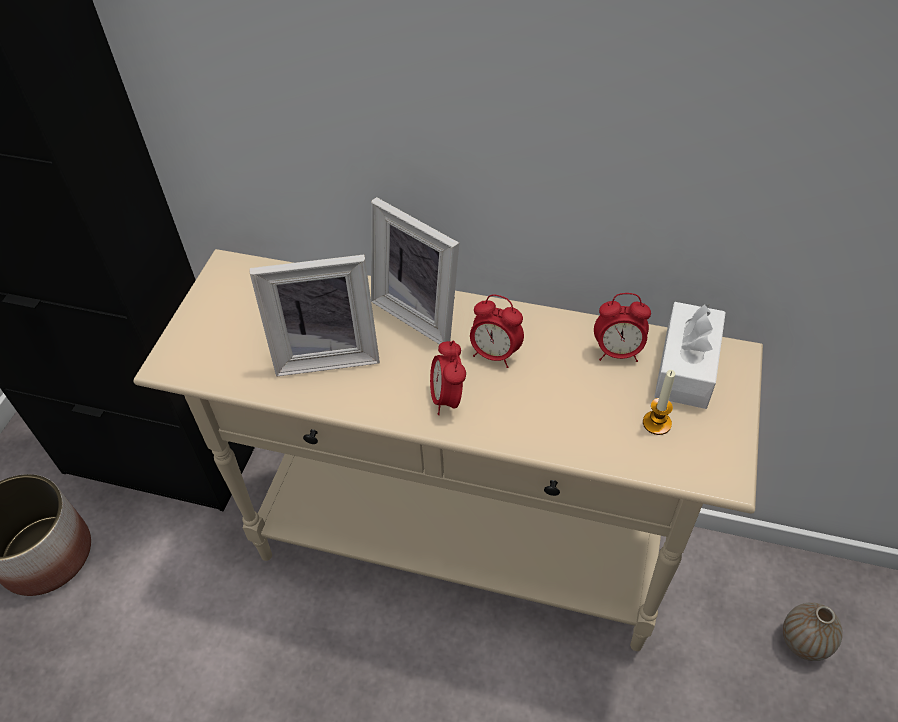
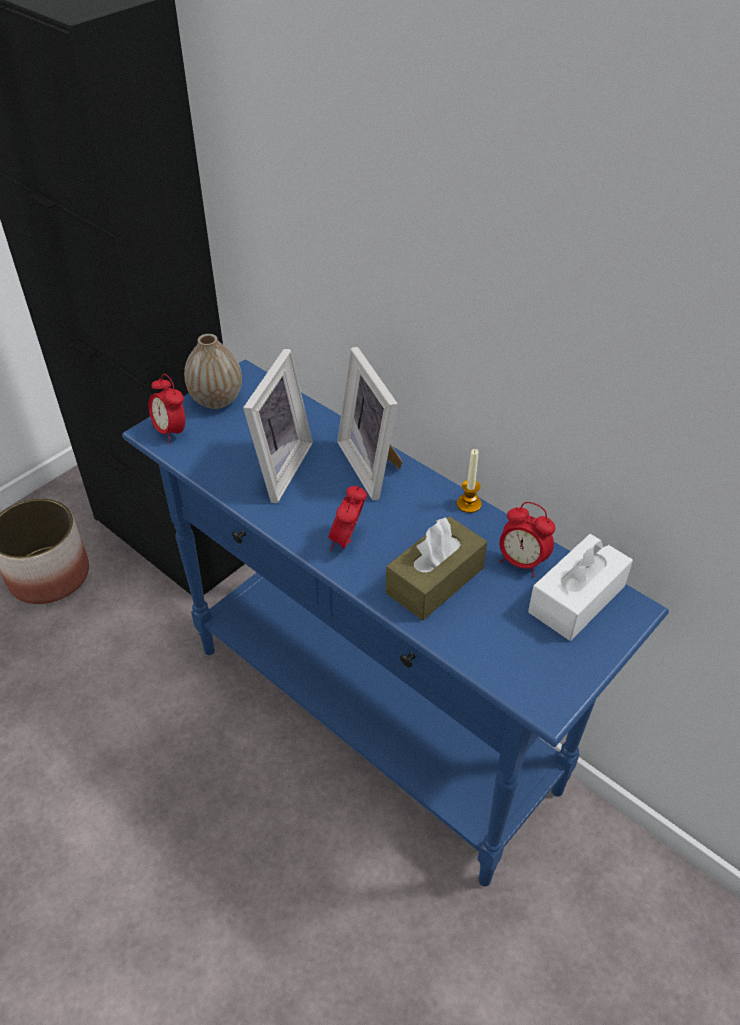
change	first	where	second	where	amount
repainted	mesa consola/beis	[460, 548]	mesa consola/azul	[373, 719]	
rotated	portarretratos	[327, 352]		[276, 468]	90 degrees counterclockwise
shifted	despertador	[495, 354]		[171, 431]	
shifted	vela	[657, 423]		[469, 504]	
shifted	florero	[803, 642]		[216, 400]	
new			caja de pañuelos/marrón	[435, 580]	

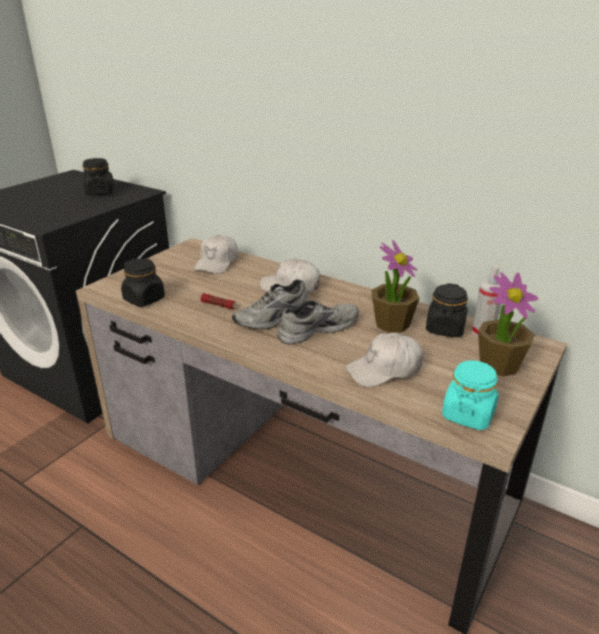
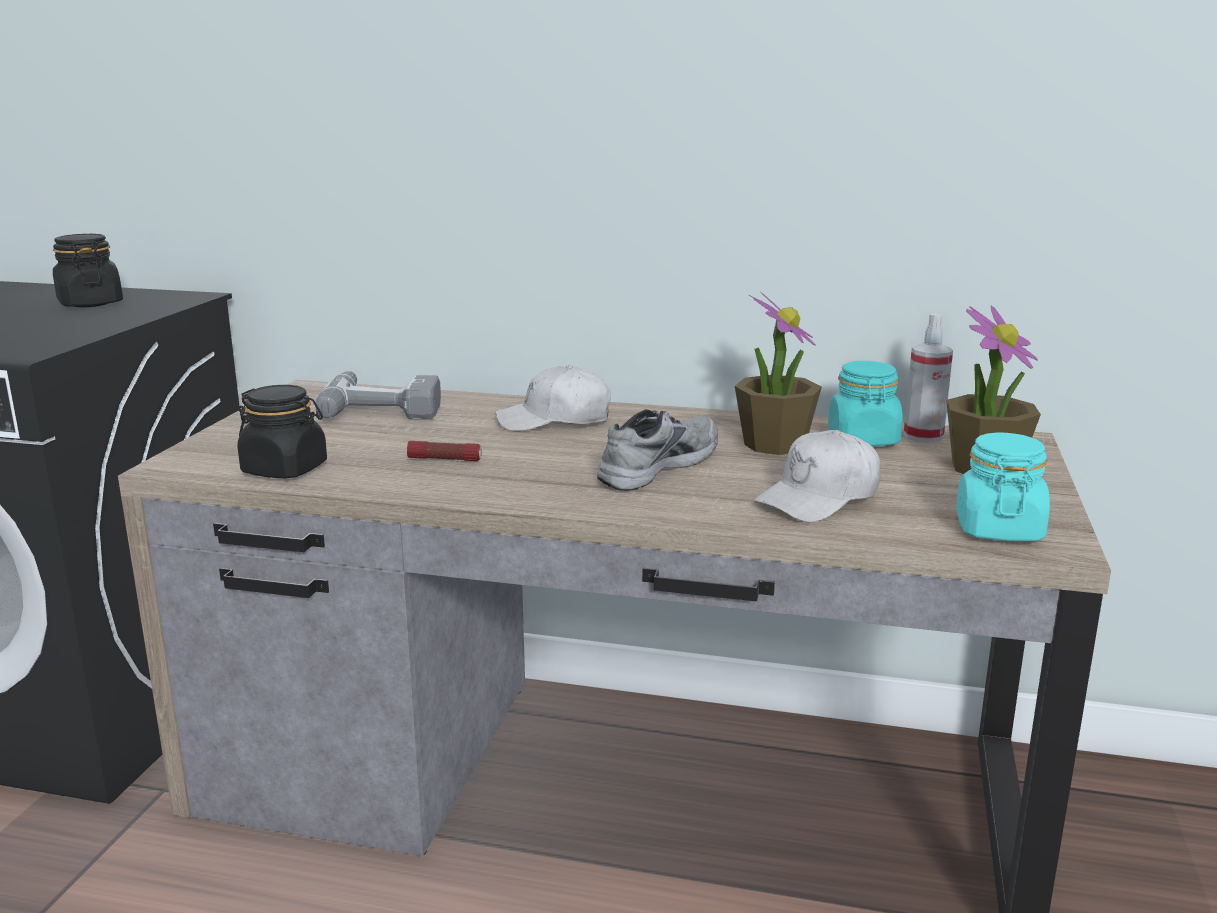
change	first	where	second	where	amount
swapped	gorra/blanco	[217, 263]	taladro	[383, 406]	
gone	zapato/gris	[273, 319]			
repainted	tarro/negro	[445, 329]	tarro/turquesa	[863, 439]	

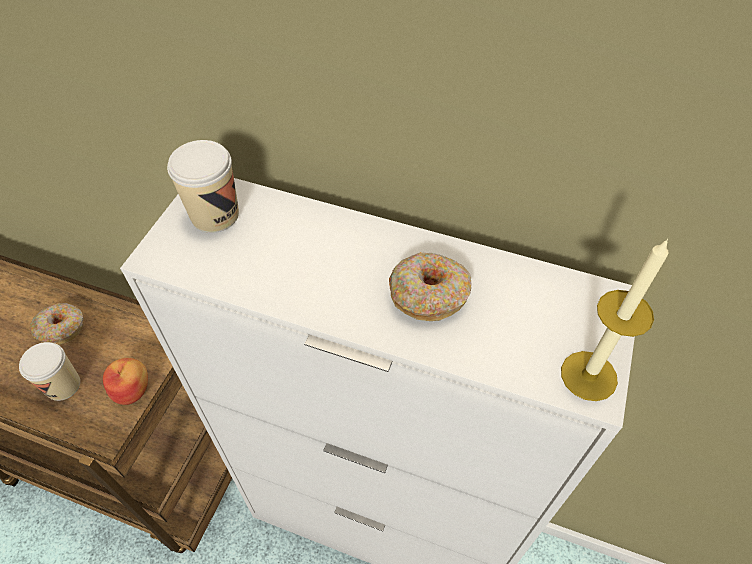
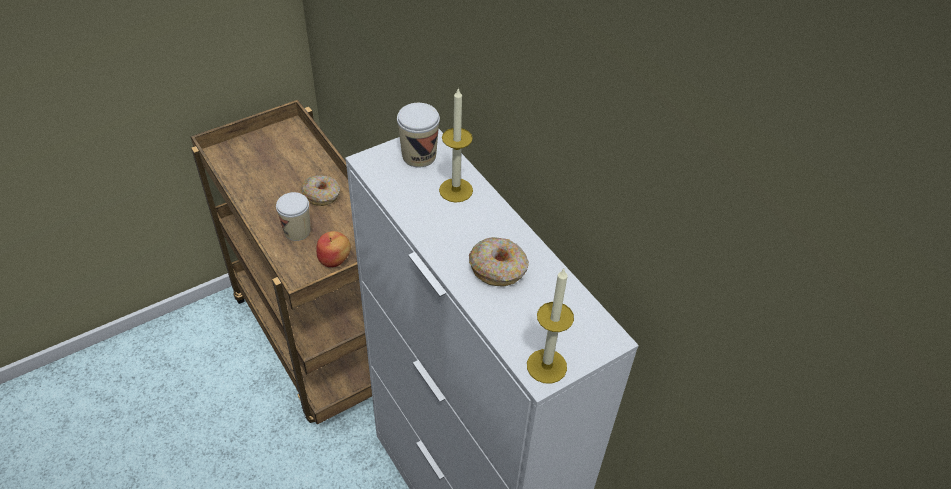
change	first	where	second	where	amount
new			vela	[456, 190]	

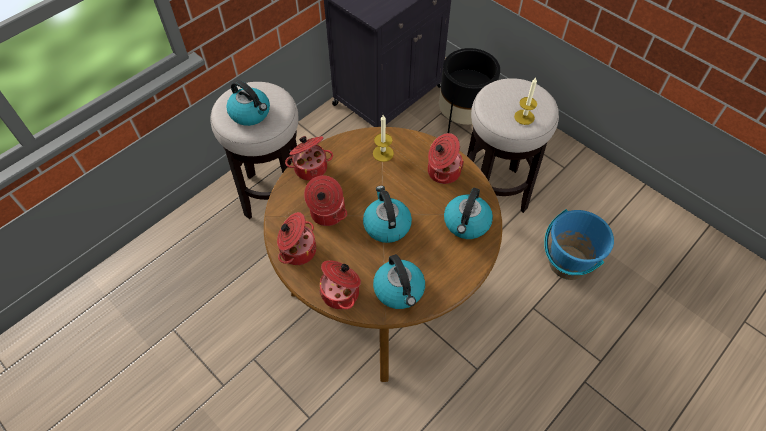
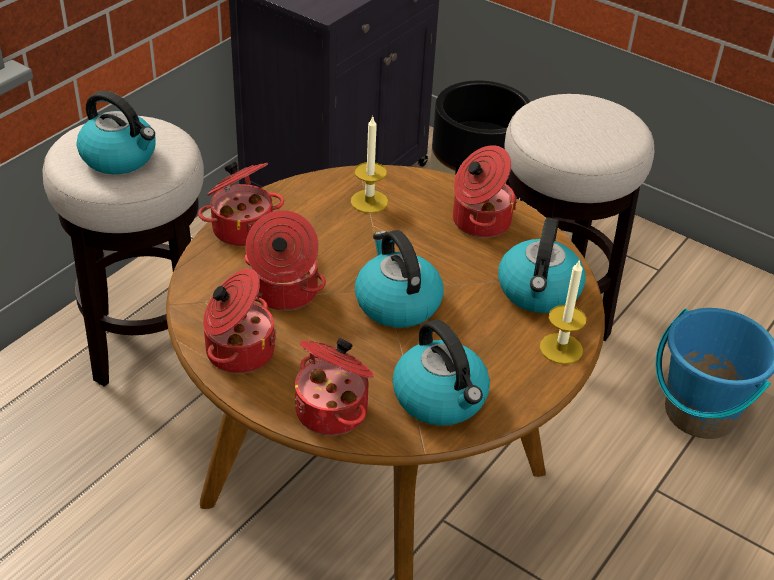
change	first	where	second	where	amount
shifted	vela	[524, 117]		[561, 348]	

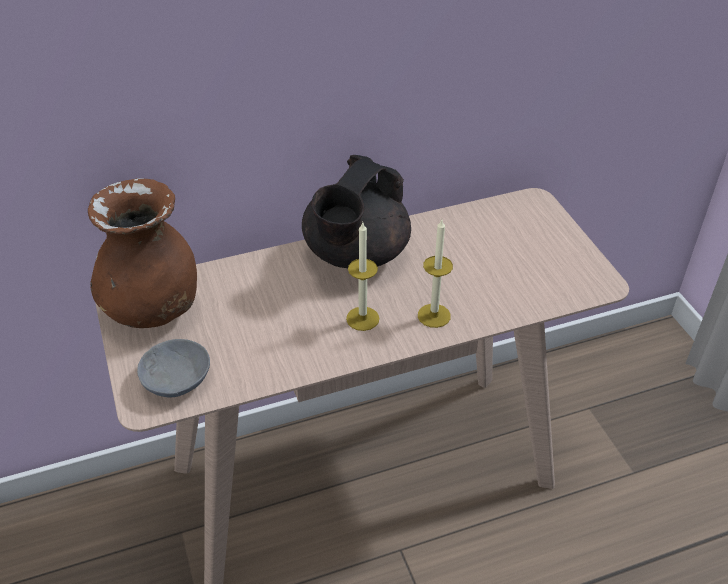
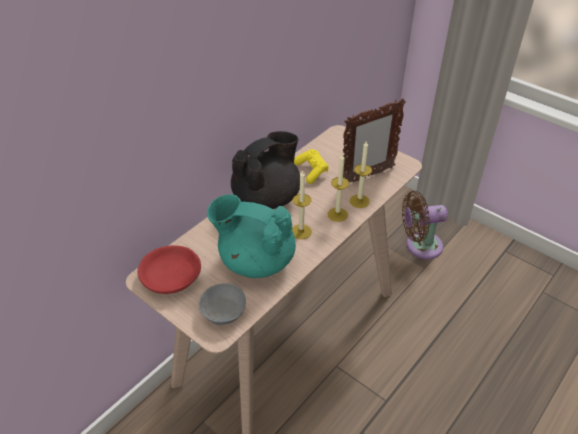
change	first	where	second	where	amount
swapped	florero/marrón	[153, 309]	cuenco/rojo	[172, 277]	
rotated	tetera/negro	[355, 255]		[267, 198]	135 degrees counterclockwise
new			tetera/turquesa	[255, 260]	
new			mando de consola/amarillo	[311, 171]	
new			portarretratos	[367, 176]	
new			vela	[359, 201]	
new			ventilador/marrón	[420, 246]	

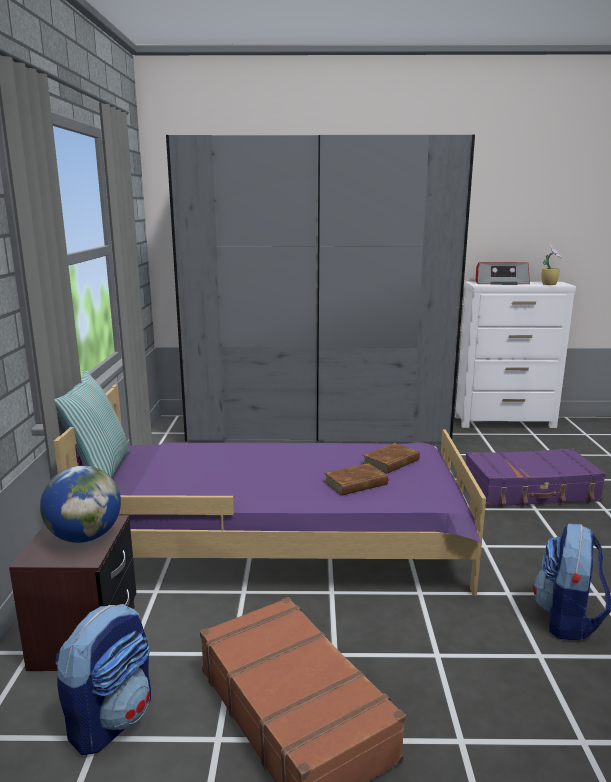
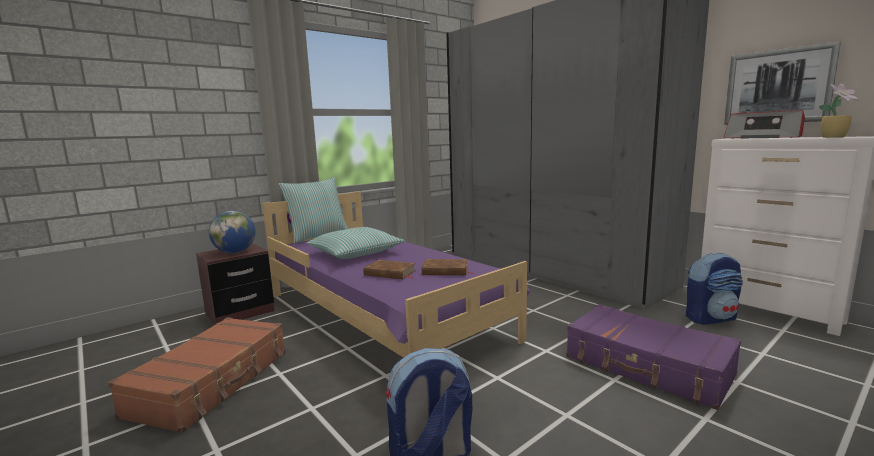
change	first	where	second	where	amount
shifted	mochila	[112, 719]		[710, 318]	
new			cojín	[355, 253]	
new			cuadro	[777, 86]	

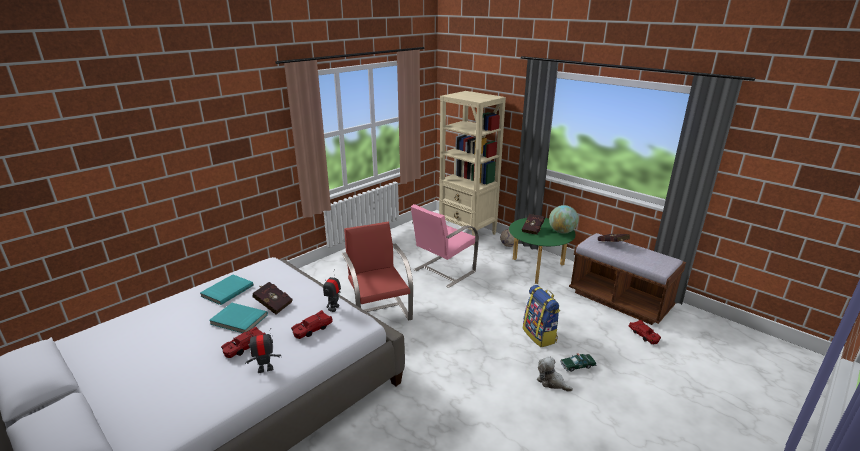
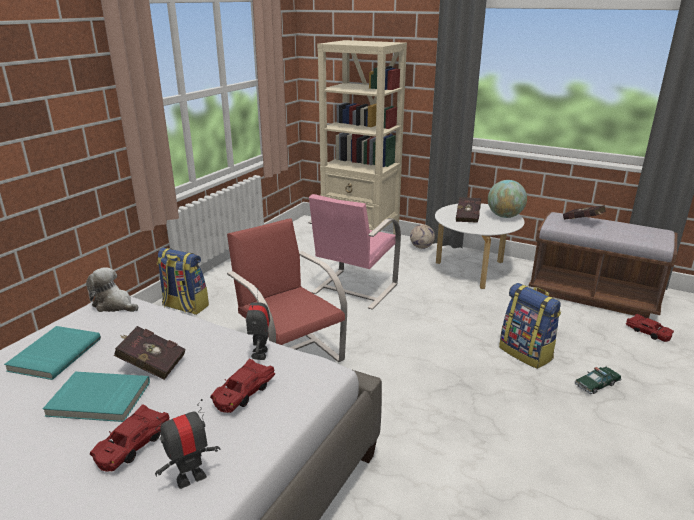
change	first	where	second	where	amount
repainted	mesa de centro/verde	[537, 268]	mesa de centro/blanco	[473, 270]	
shifted	peluche	[551, 382]		[114, 305]	
new			mochila	[184, 307]	

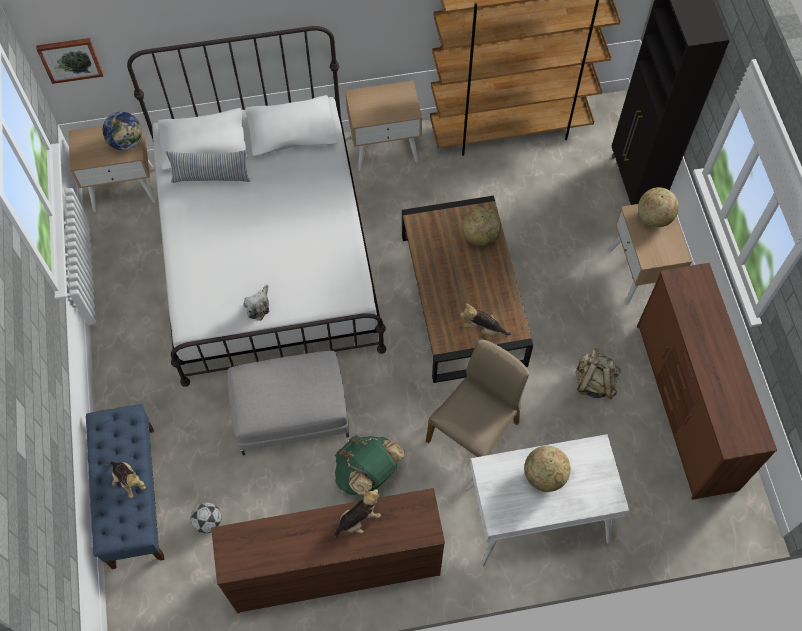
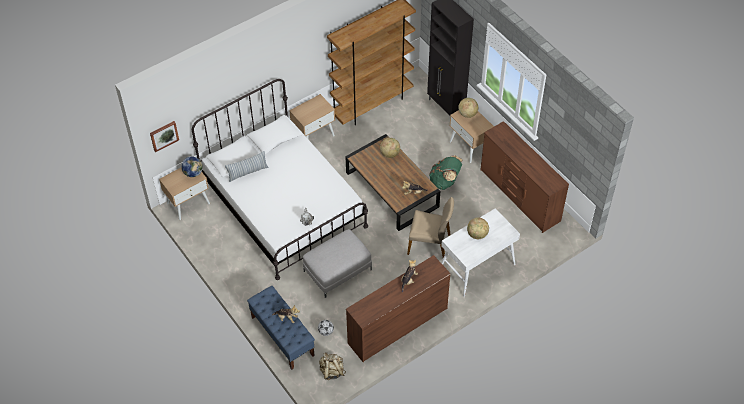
change	first	where	second	where	amount
shifted	mochila/verde	[367, 474]		[445, 181]	
rotated	silla/beis	[474, 431]		[429, 244]	90 degrees clockwise
shifted	mochila/beis	[594, 382]		[332, 371]	

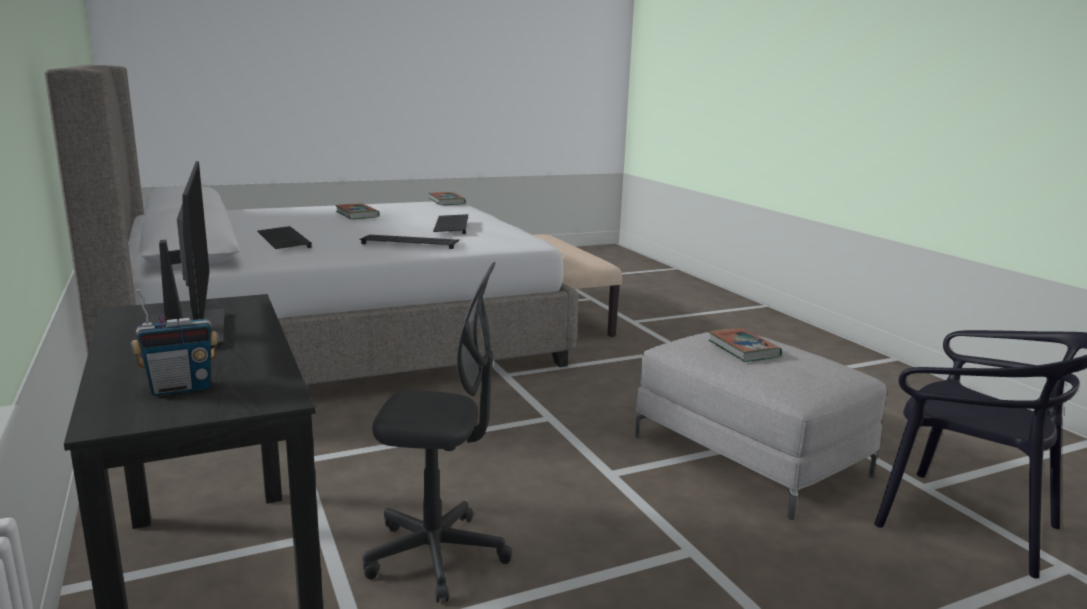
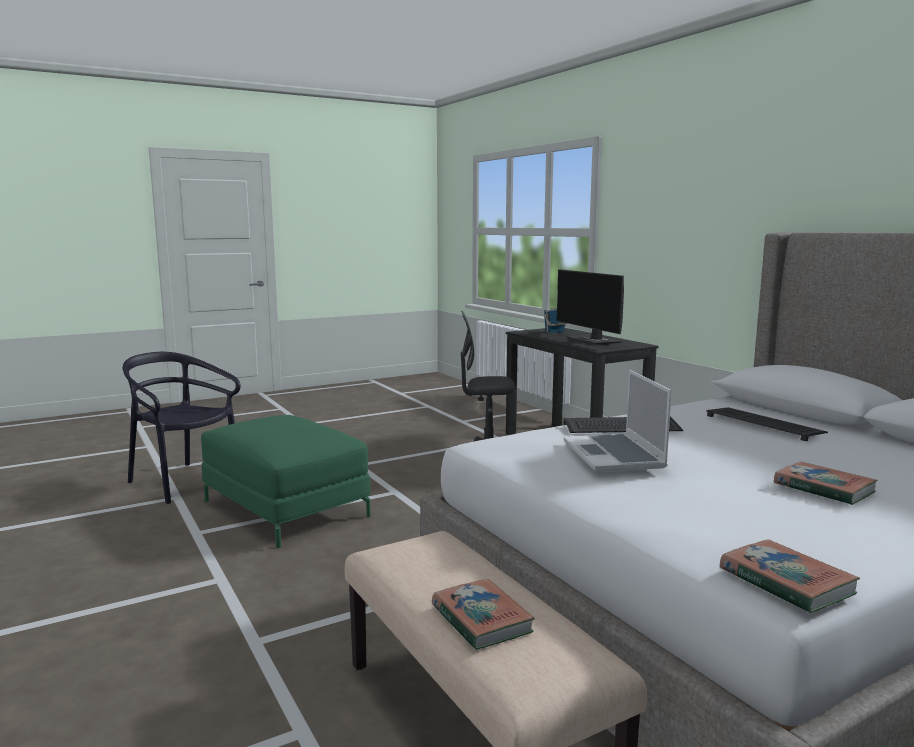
change	first	where	second	where	amount
swapped	teclado	[450, 225]	portátil	[615, 456]	
repainted	puf/gris	[747, 455]	puf/verde	[286, 508]	
shifted	libro	[743, 349]		[481, 619]	

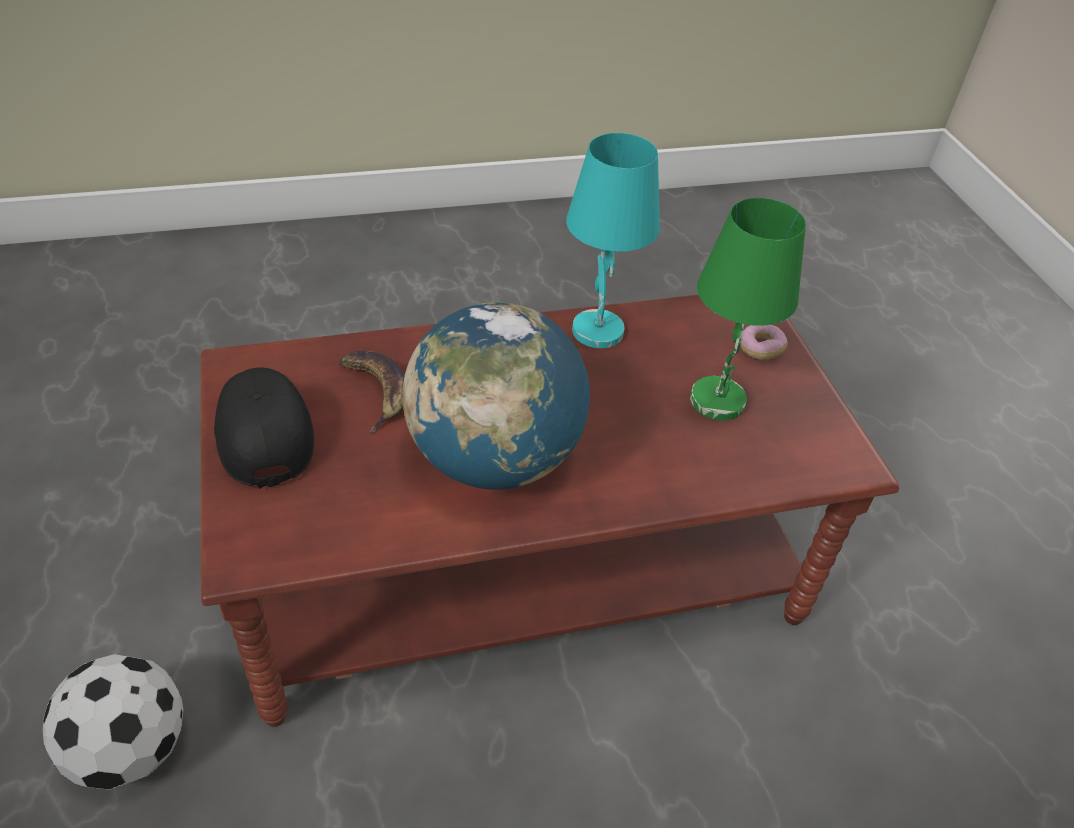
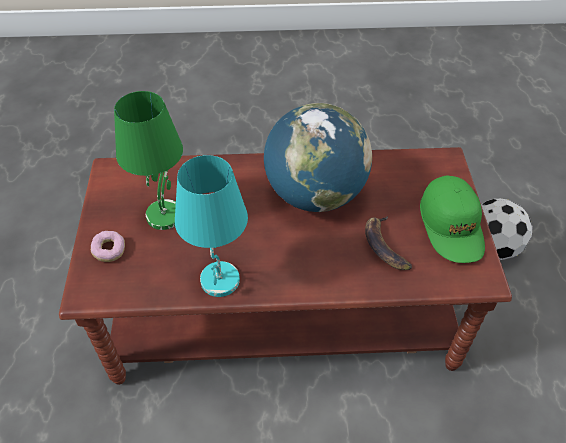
change	first	where	second	where	amount
repainted	gorra/negro	[264, 431]	gorra/verde	[452, 226]	

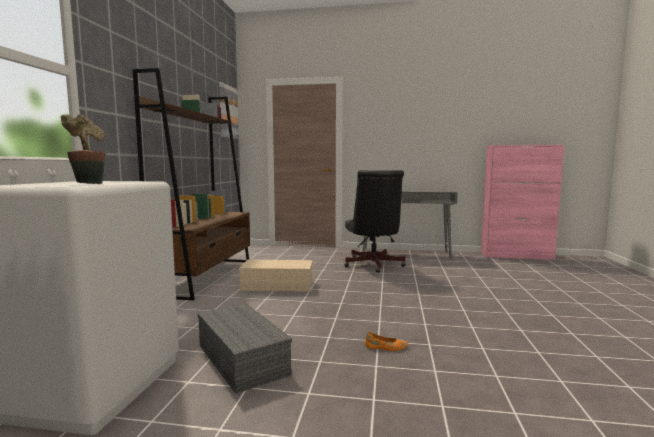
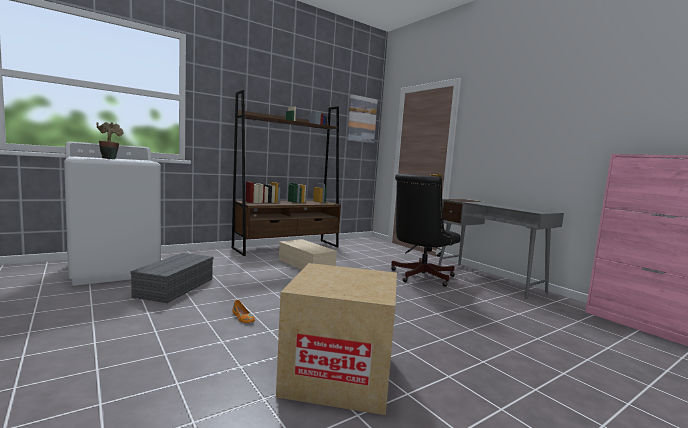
change	first	where	second	where	amount
new			caja de cartón	[338, 375]	

